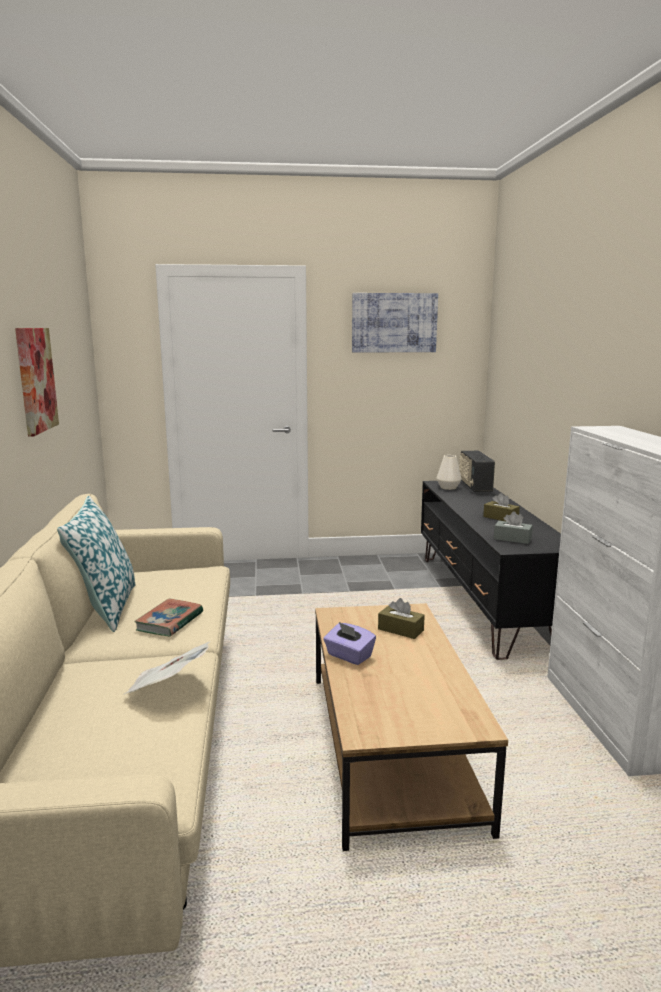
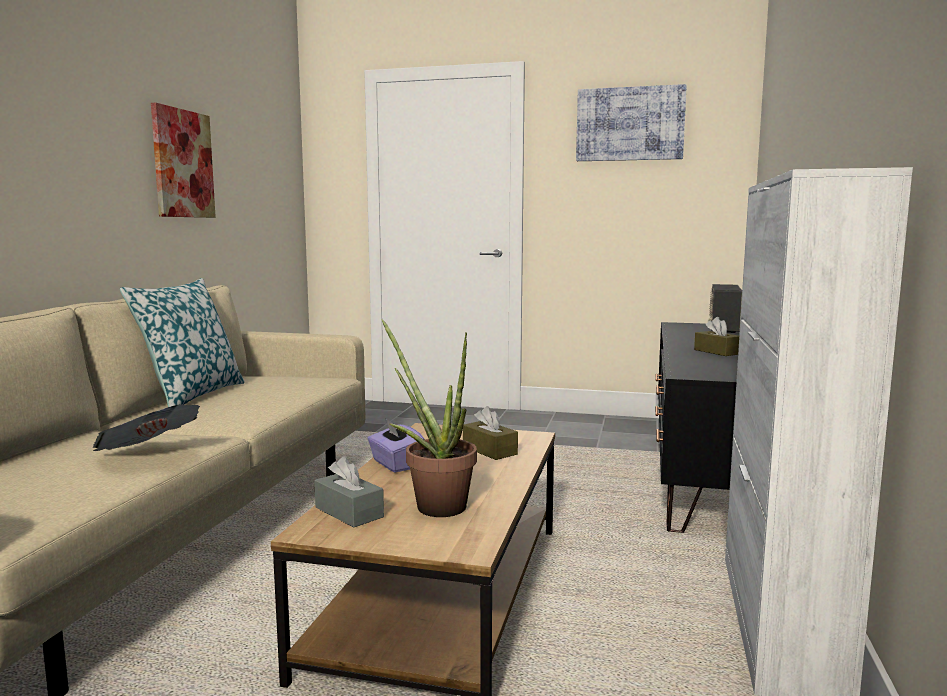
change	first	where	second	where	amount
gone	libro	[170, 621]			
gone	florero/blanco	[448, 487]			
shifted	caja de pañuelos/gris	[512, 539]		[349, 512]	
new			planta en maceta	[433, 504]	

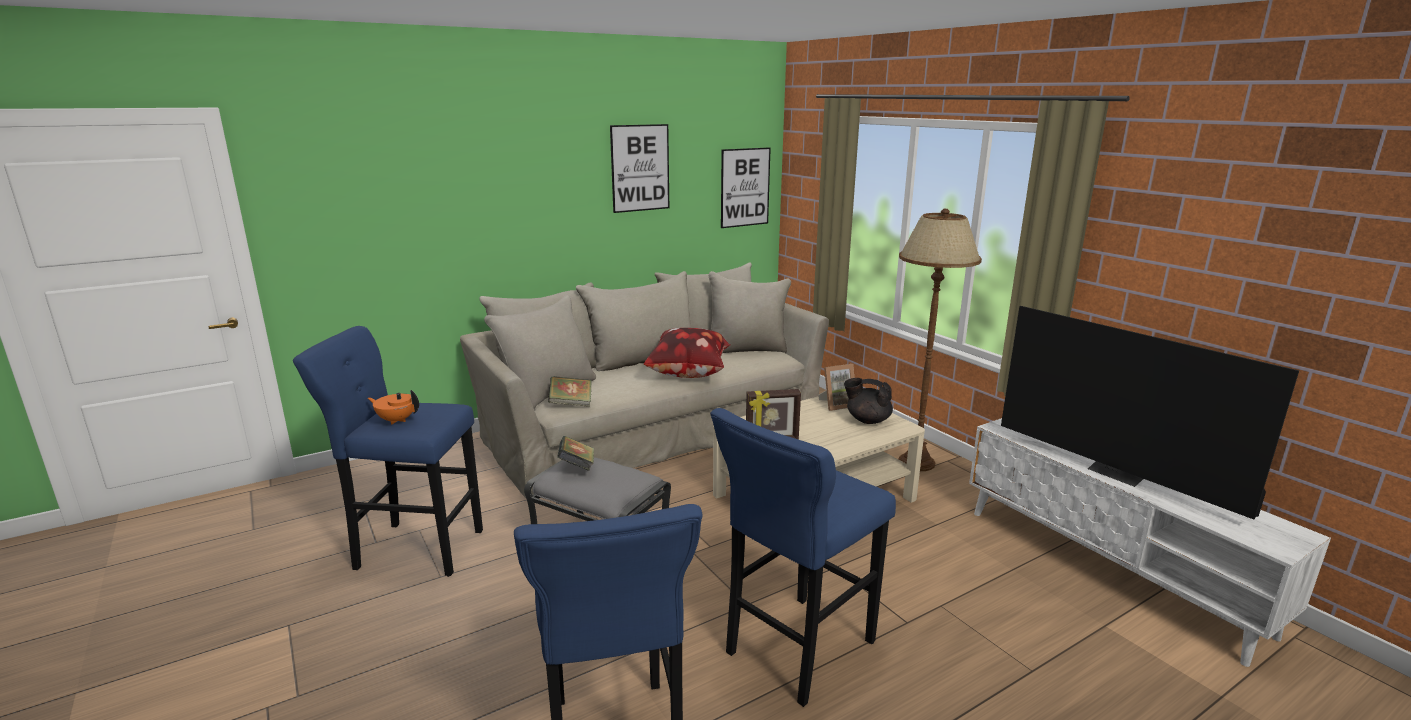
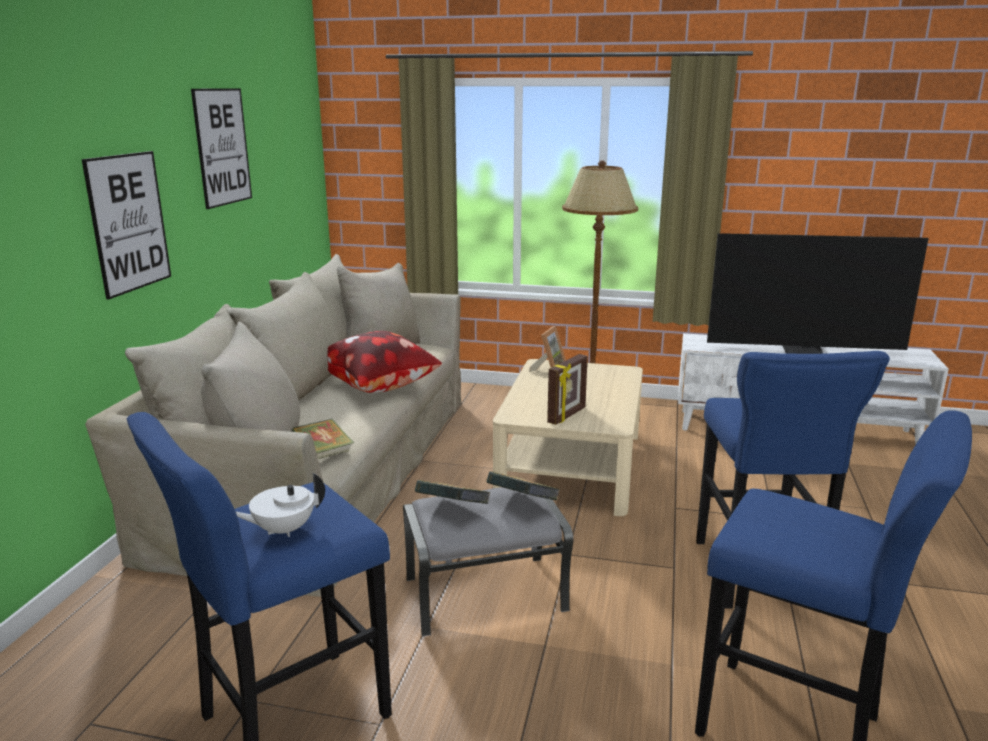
change	first	where	second	where	amount
repainted	tetera/naranja	[397, 420]	tetera/blanco	[283, 530]	
shifted	cuadro	[745, 187]		[129, 222]	
gone	tetera/negro	[867, 420]			
new			libro	[522, 504]	

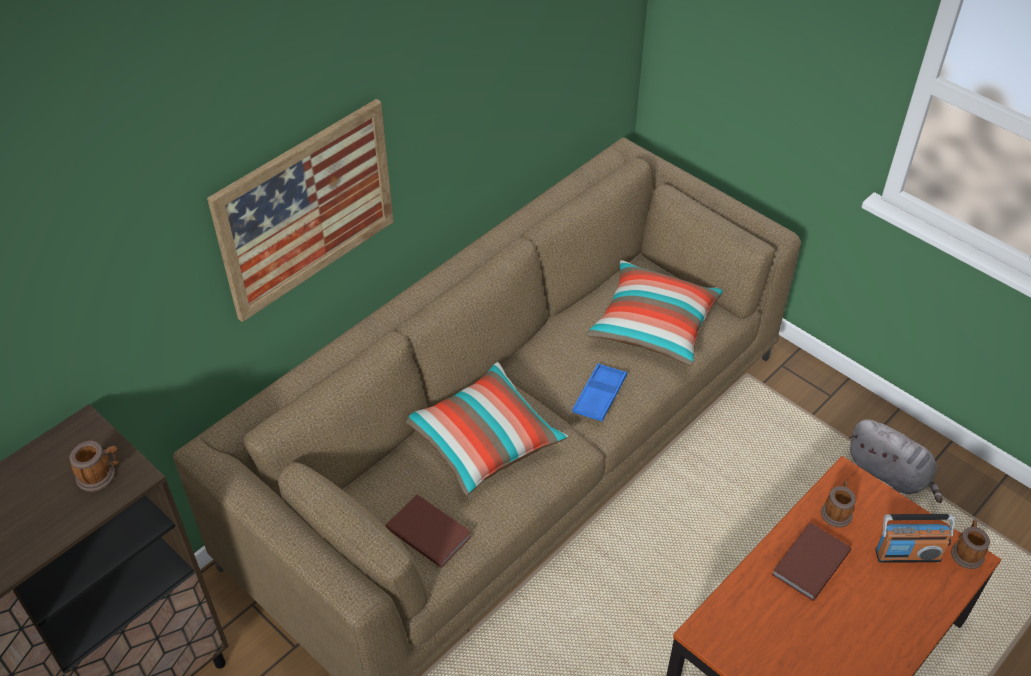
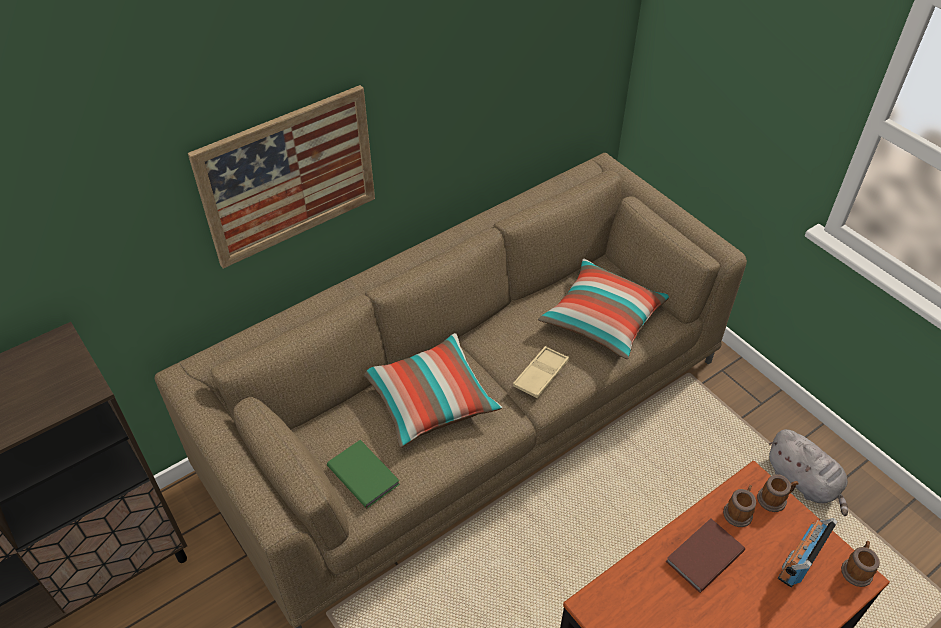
change	first	where	second	where	amount
shifted	taza grande	[100, 474]		[774, 499]	
repainted	libro/marrón	[429, 531]	libro/verde	[364, 473]	
repainted	bandeja/azul	[599, 396]	bandeja/beis	[541, 375]	
rotated	radio	[907, 554]		[798, 562]	120 degrees clockwise

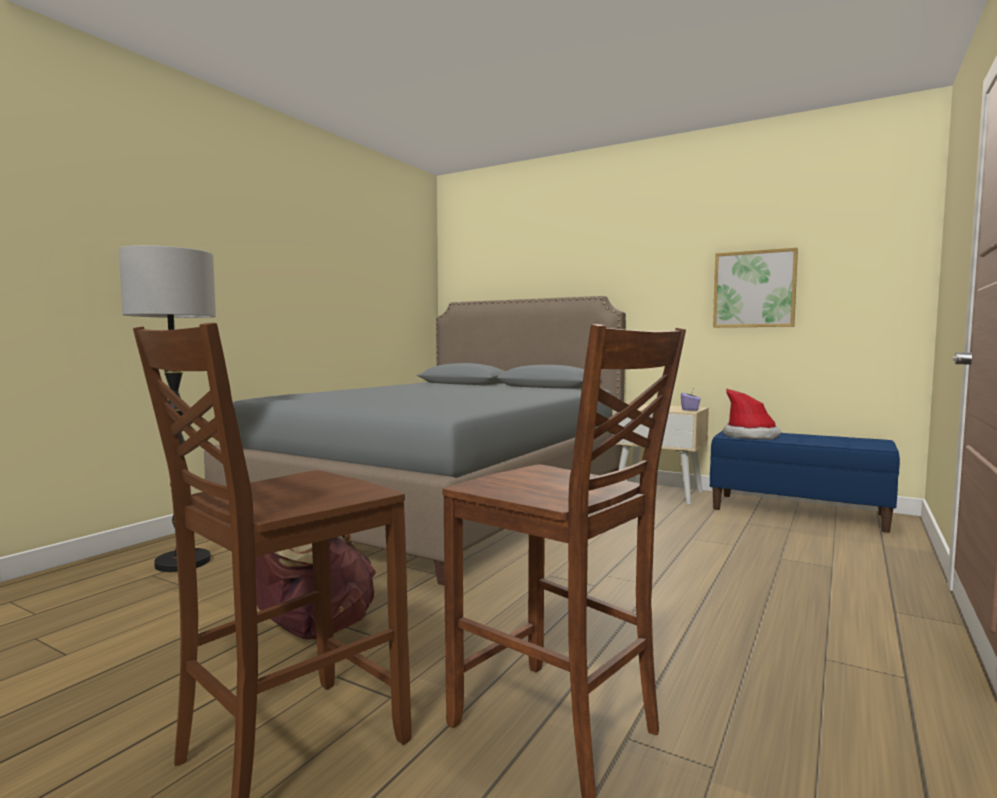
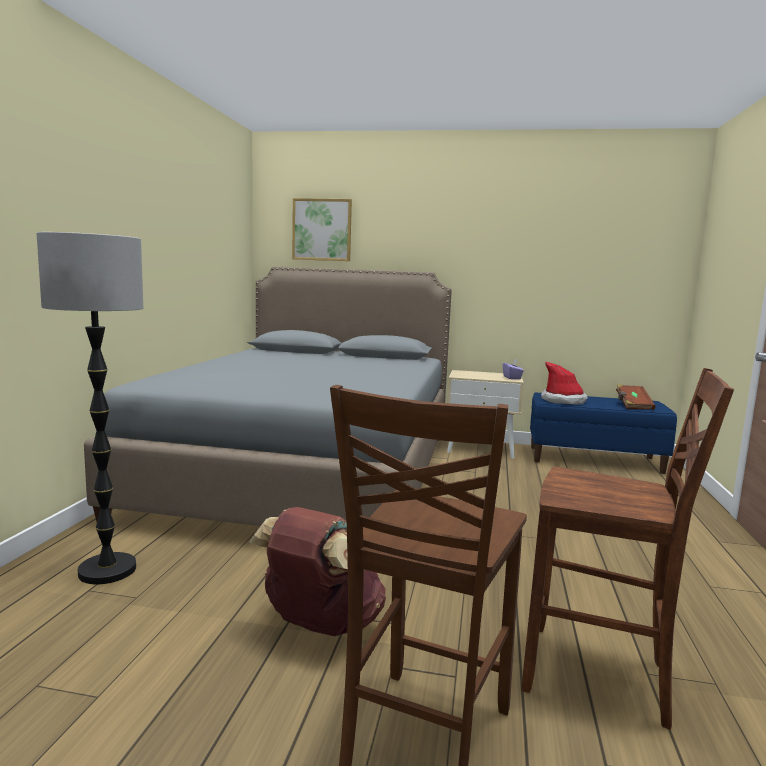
change	first	where	second	where	amount
shifted	cuadro	[754, 289]		[322, 230]	
new			libro/marrón	[633, 405]	

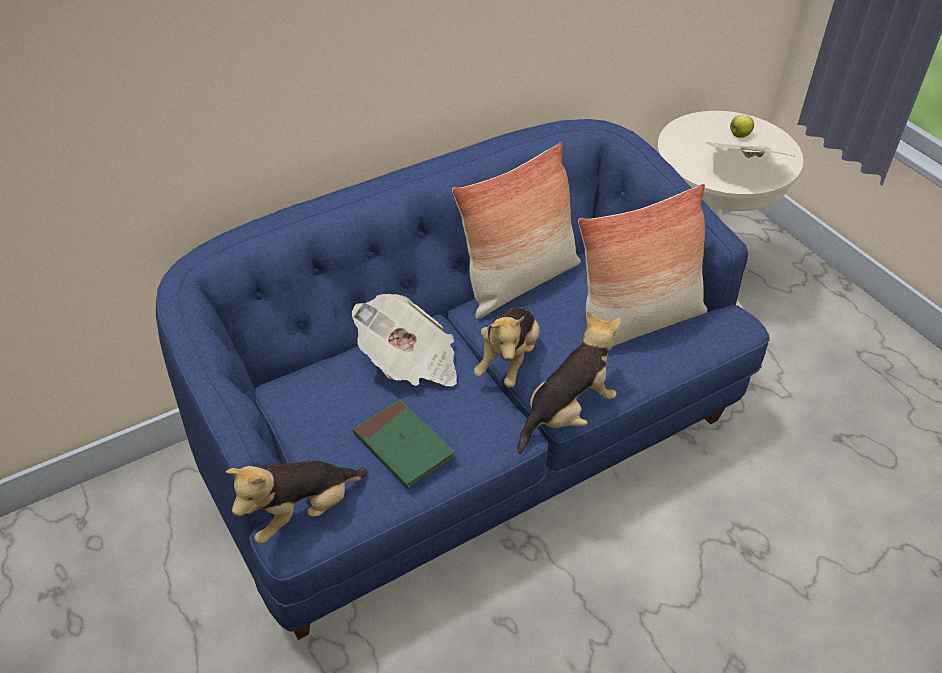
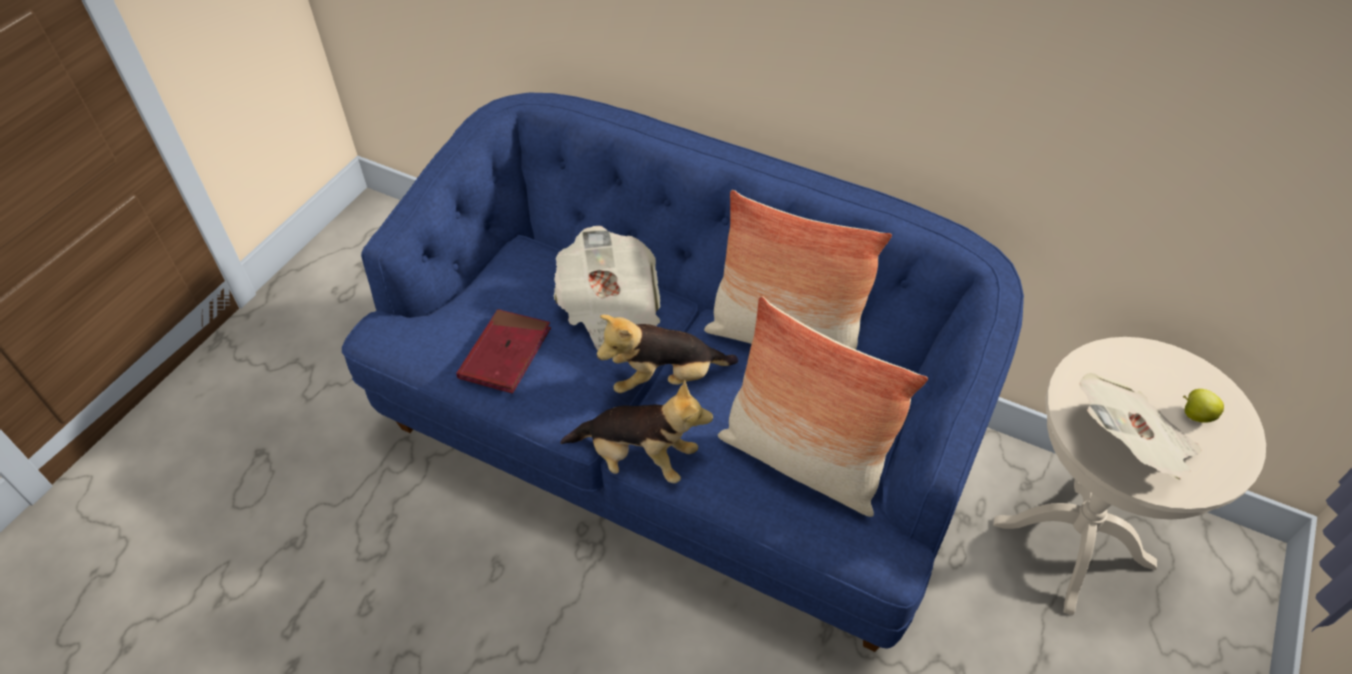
change	first	where	second	where	amount
gone	peluche	[301, 513]			
repainted	libro/verde	[403, 447]	libro/rojo	[505, 354]	

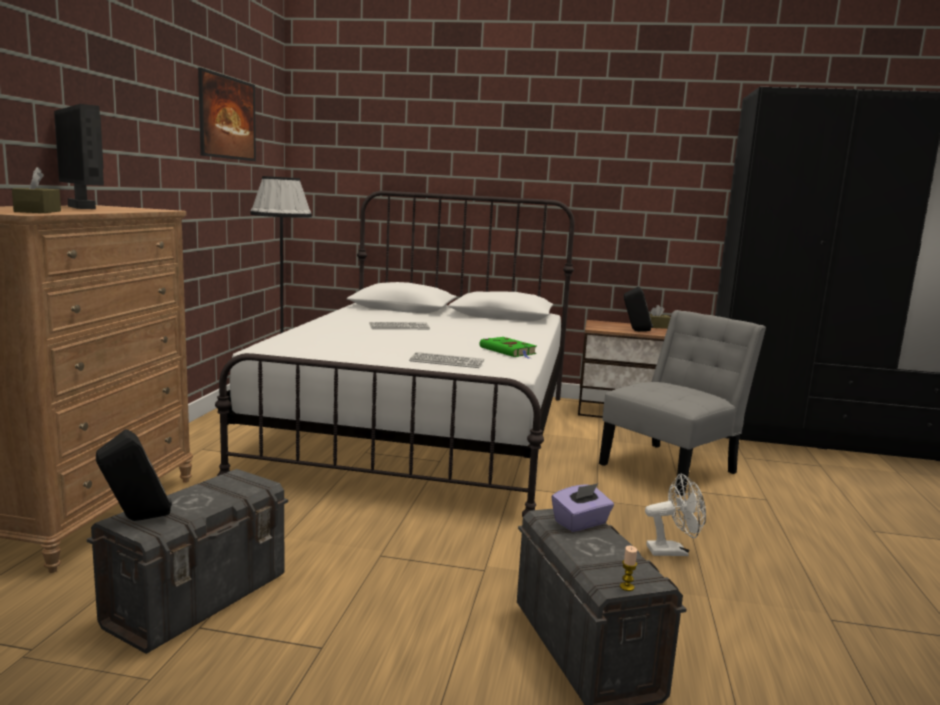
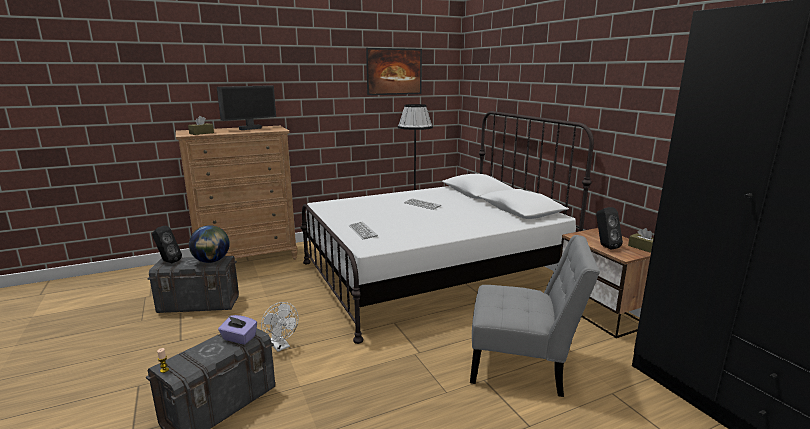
change	first	where	second	where	amount
rotated	monitor	[83, 207]		[250, 129]	150 degrees counterclockwise
gone	libro/verde	[509, 351]			
shifted	ventilador/blanco	[673, 551]		[281, 346]	
new			globo terráqueo	[212, 261]	

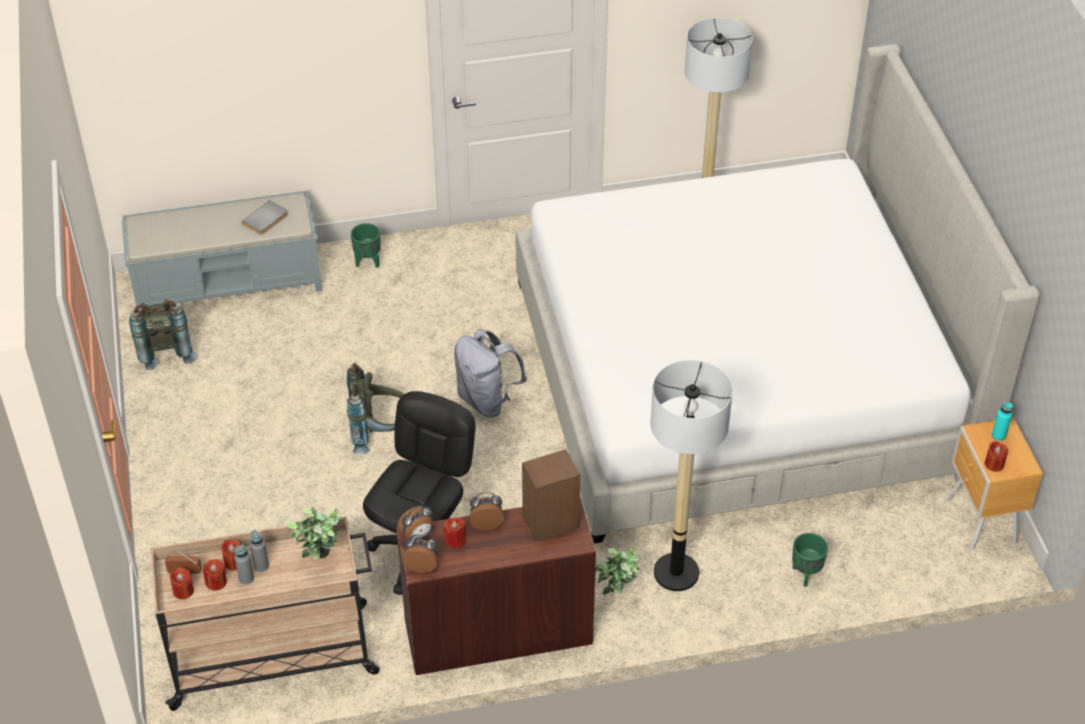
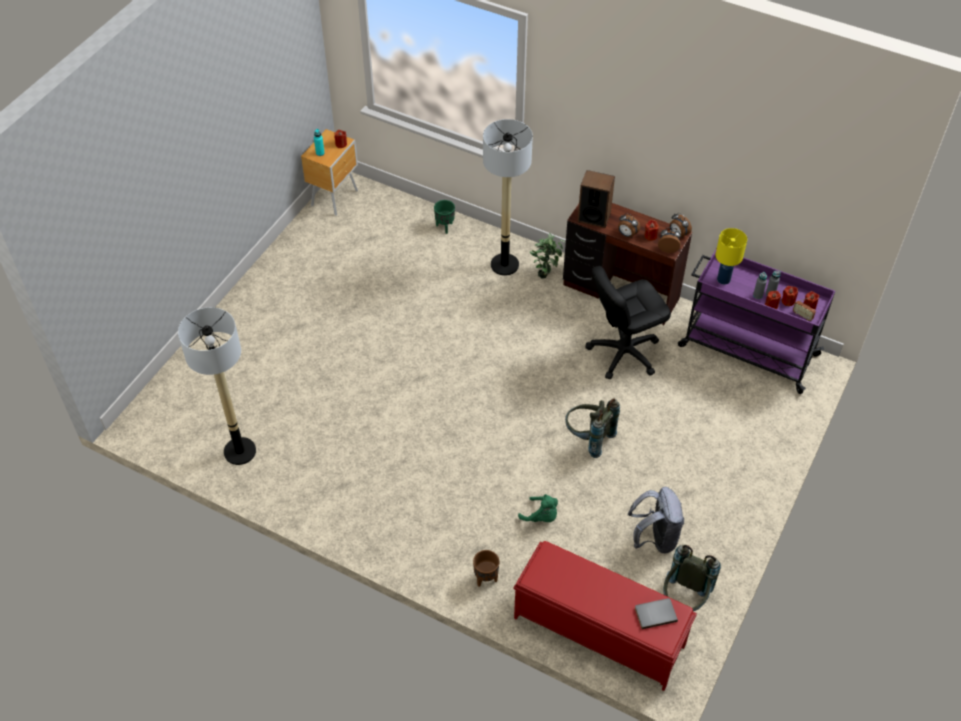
change	first	where	second	where	amount
repainted	banco/gris	[230, 282]	banco/rojo	[598, 630]	
repainted	carrito/beis	[273, 656]	carrito/morado	[746, 350]	
shifted	libro/gris	[266, 220]		[655, 613]	
swapped	planta en maceta	[320, 561]	lámpara de mesa/amarillo	[724, 279]	
repainted	maceta/verde	[368, 262]	maceta/marrón	[485, 579]	
shifted	mochila/gris	[487, 400]		[654, 538]	
gone	cama	[740, 376]			
new			peluche/verde	[541, 516]	

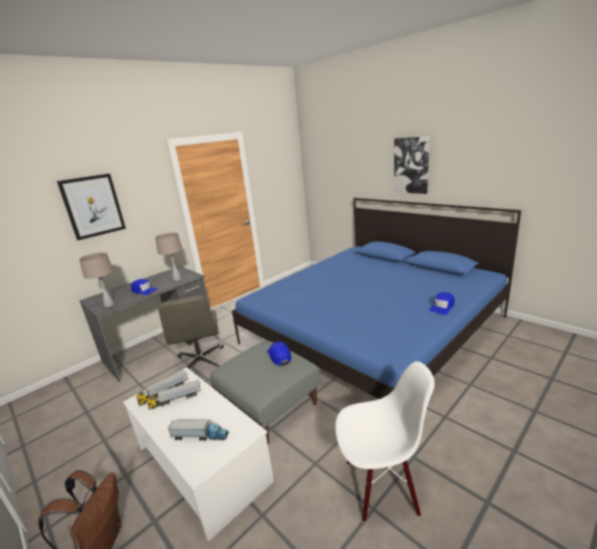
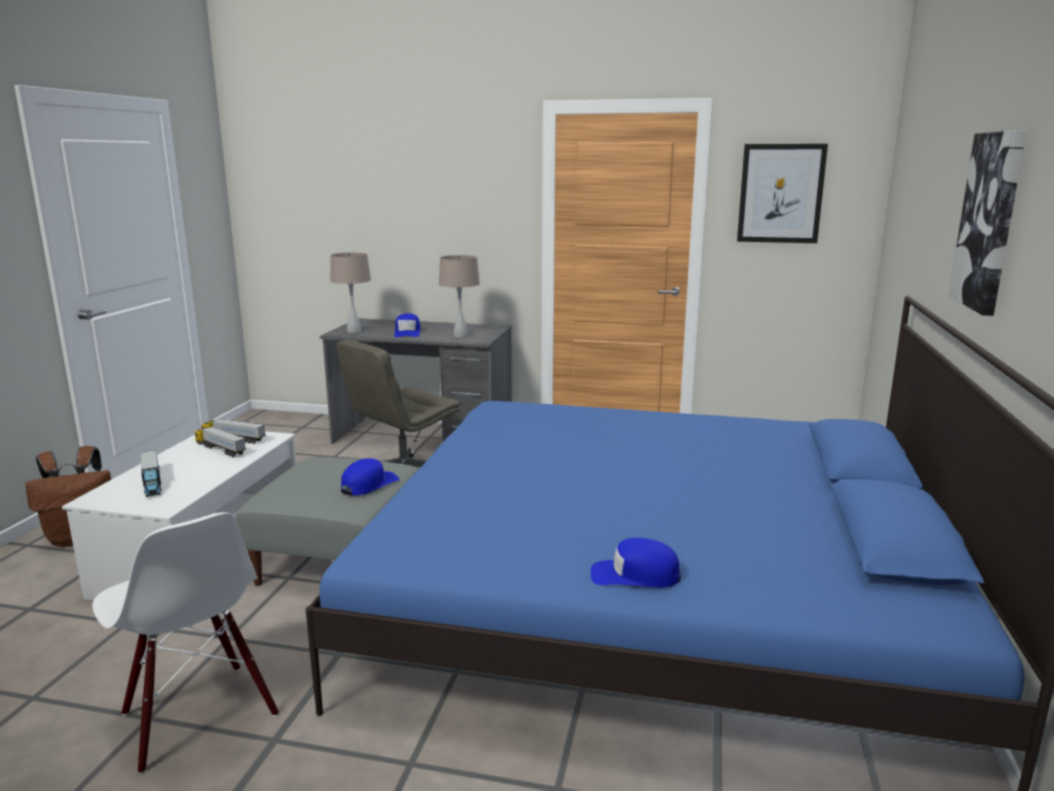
change	first	where	second	where	amount
shifted	cuadro	[93, 206]		[780, 193]	

